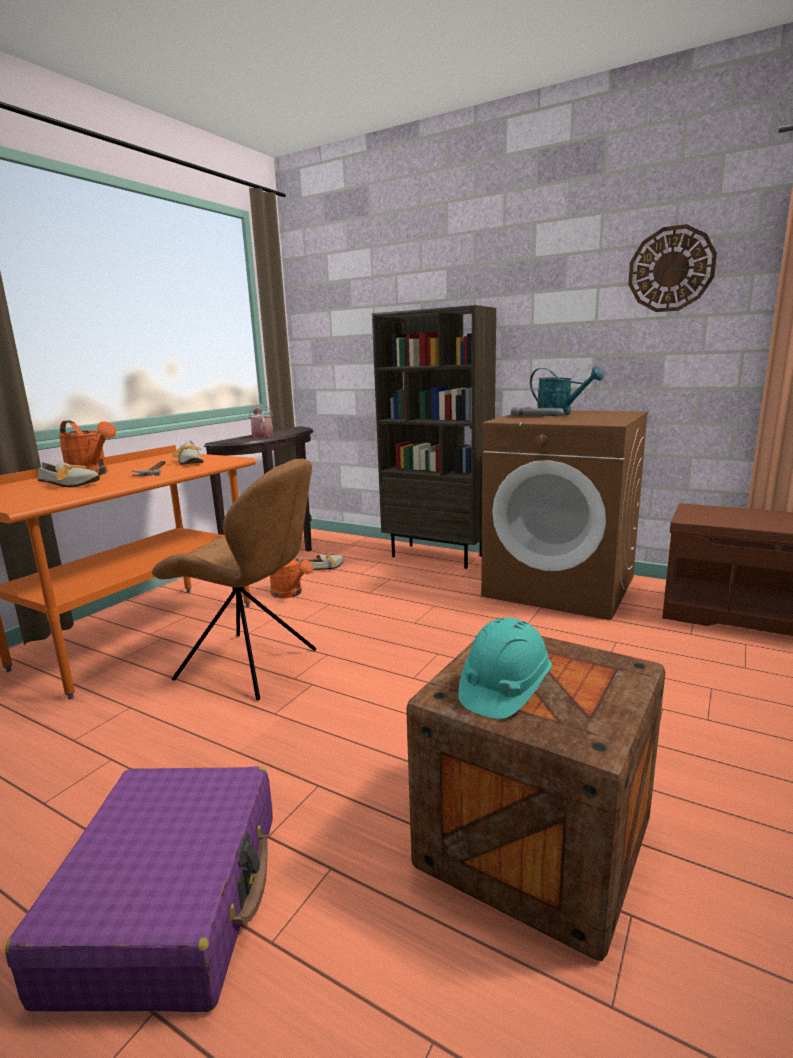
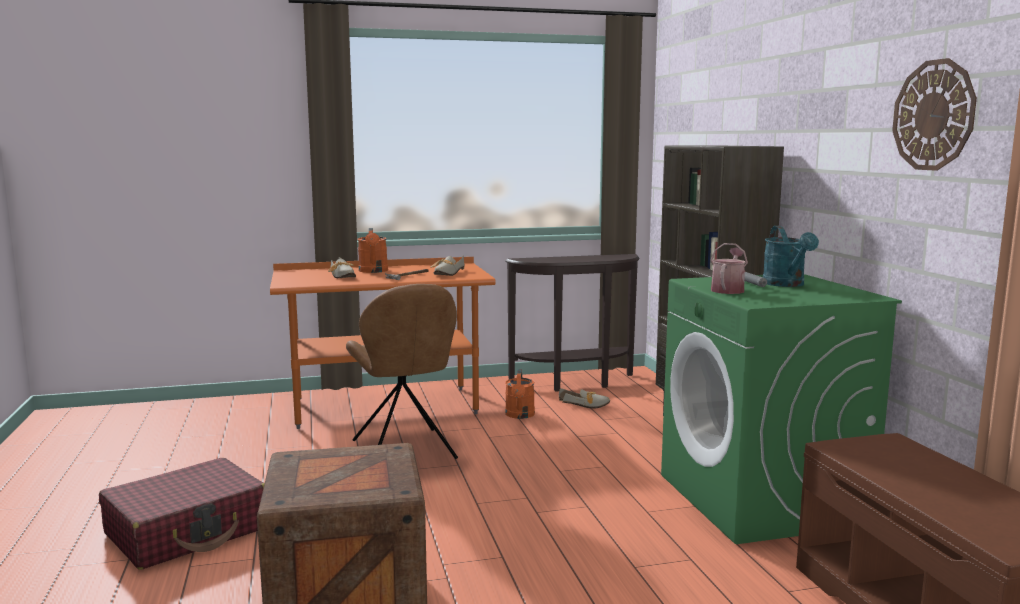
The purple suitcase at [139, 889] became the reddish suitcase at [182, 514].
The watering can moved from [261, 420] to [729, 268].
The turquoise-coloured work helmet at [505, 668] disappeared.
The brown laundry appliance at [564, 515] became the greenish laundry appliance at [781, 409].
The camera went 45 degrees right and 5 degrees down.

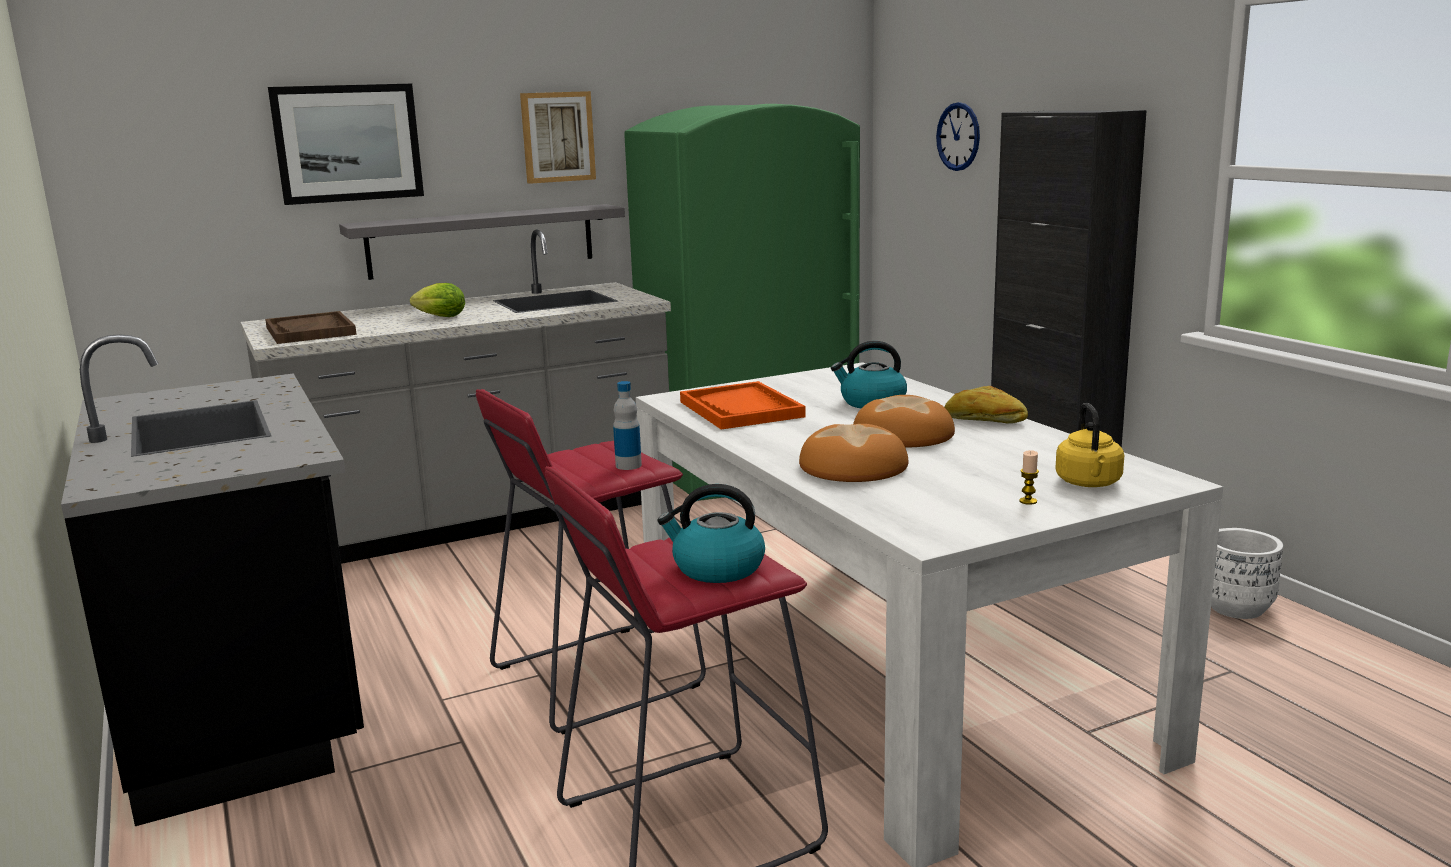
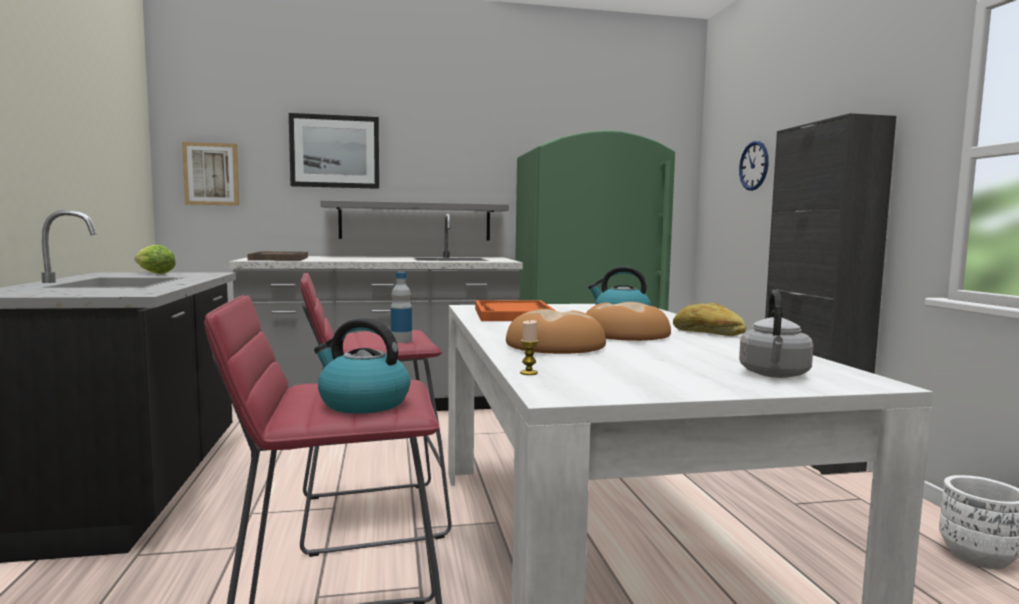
The lettuce moved from [437, 300] to [155, 259].
The picture moved from [558, 137] to [210, 174].
The candle moved from [1029, 477] to [529, 347].
The yellow-coloured tea kettle at [1089, 445] became the greyish tea kettle at [776, 334].
The camera went 15 degrees right and 10 degrees down.

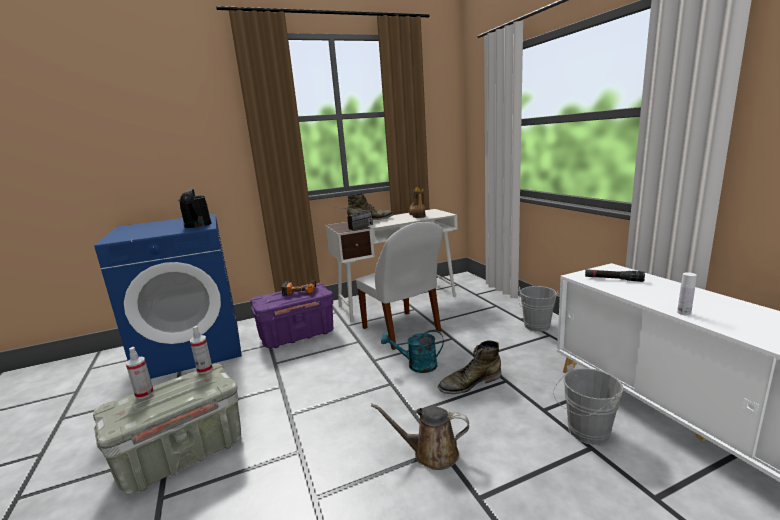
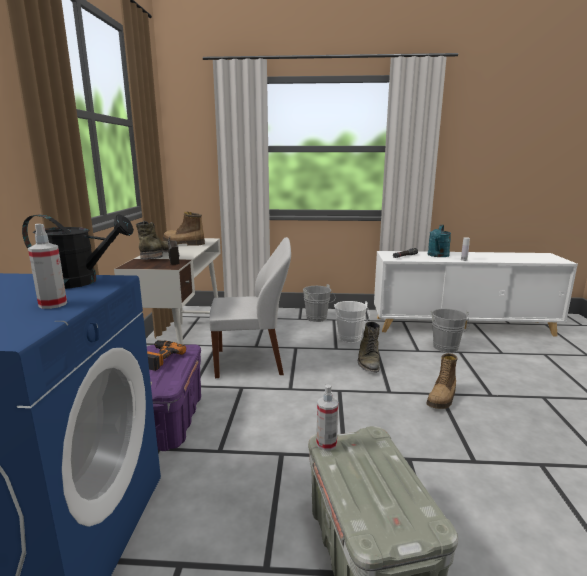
The spray bottle moved from [140, 373] to [47, 266].
The brown watering can at [420, 436] was replaced by the boot at [441, 381].
The turquoise-coloured watering can moved from [412, 351] to [439, 241].
The white-coloured pail at [352, 322] appeared.
The camera went 65 degrees left and 0 degrees up.

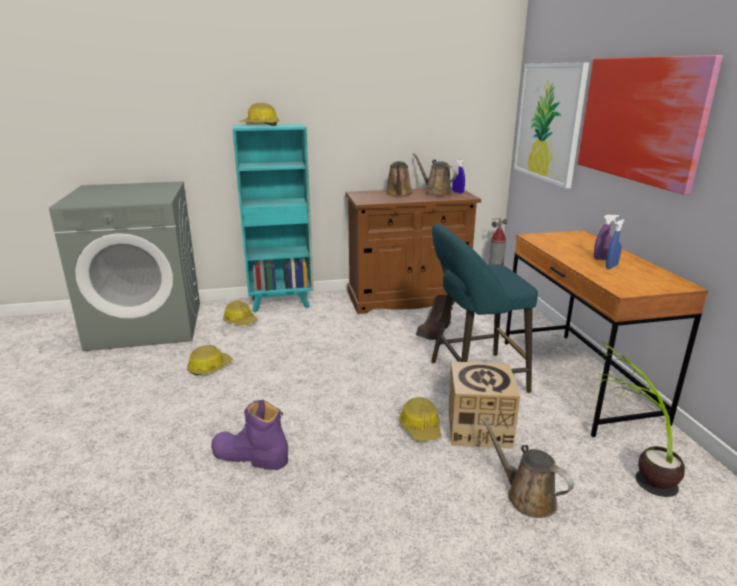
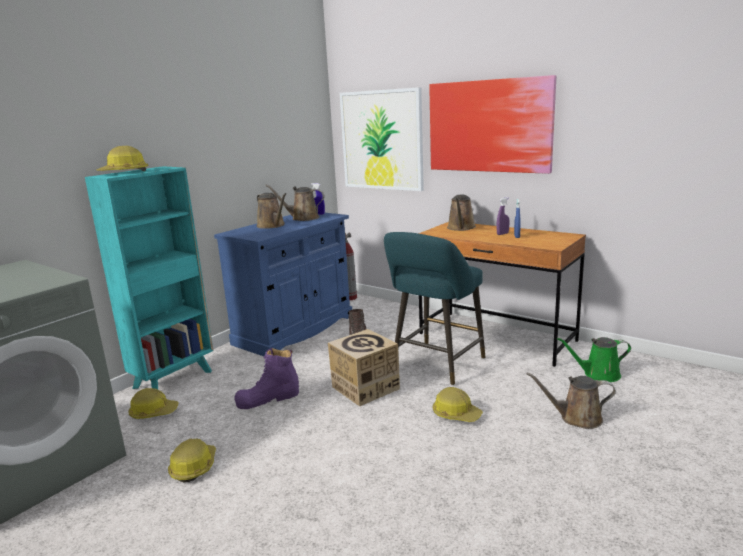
The purple boot moved from [249, 435] to [266, 378].
The brown storage cabinet at [413, 250] became the blue storage cabinet at [283, 284].
The packing box moved from [484, 405] to [364, 367].
The houseplant at [640, 419] was replaced by the greenish watering can at [594, 359].
The brown watering can at [461, 212] appeared.
The camera went 40 degrees left and 5 degrees down.

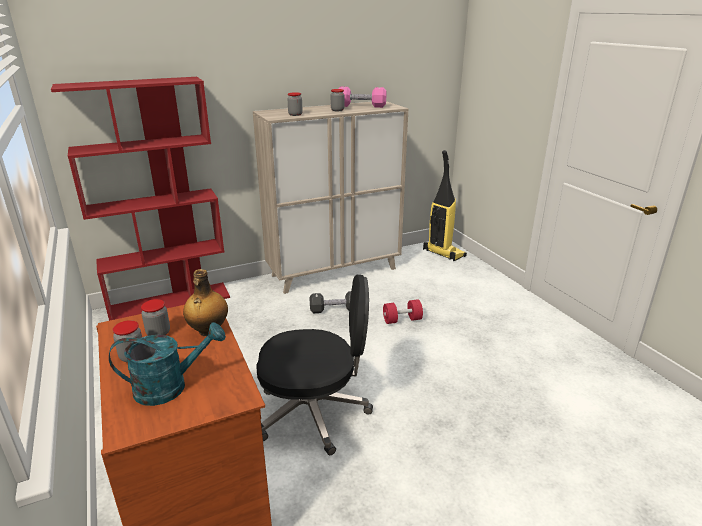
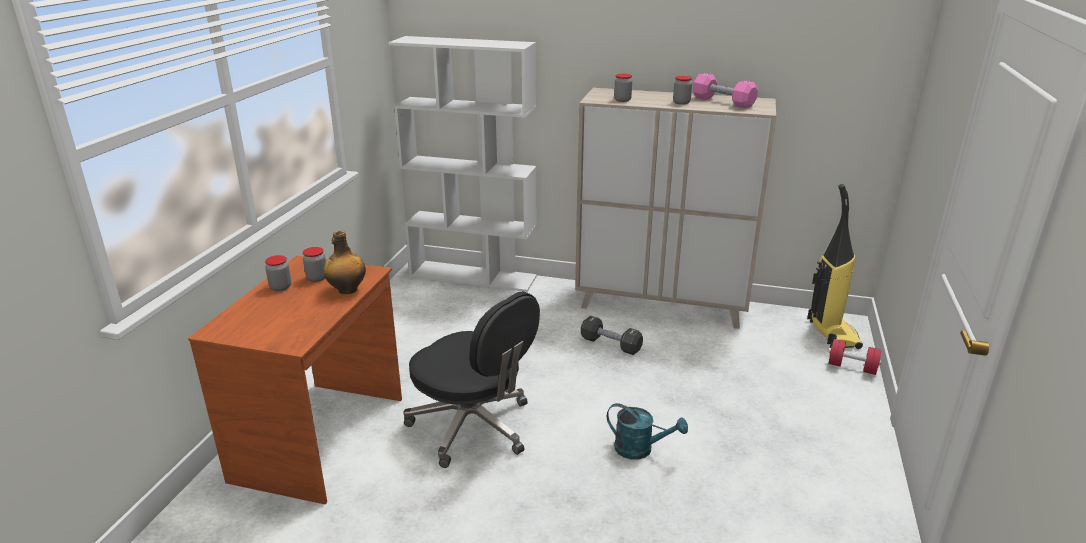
The reddish bookcase at [140, 199] became the white-coloured bookcase at [462, 164].
The turquoise-coloured watering can moved from [167, 364] to [647, 431].
The reddish dumbbell moved from [403, 311] to [854, 357].
The camera went 40 degrees right and 0 degrees up.

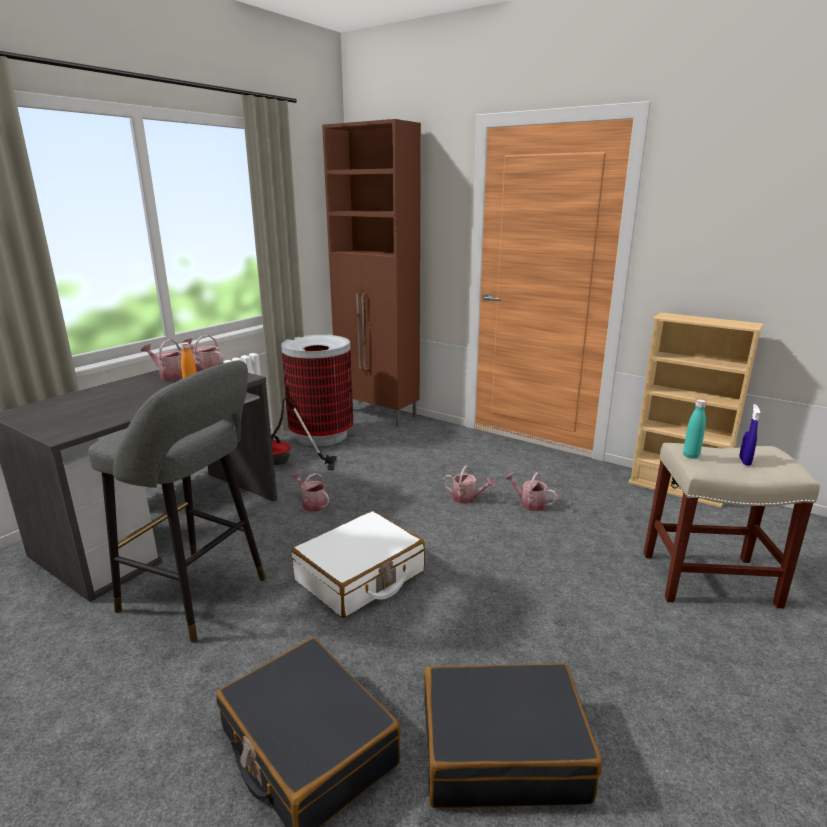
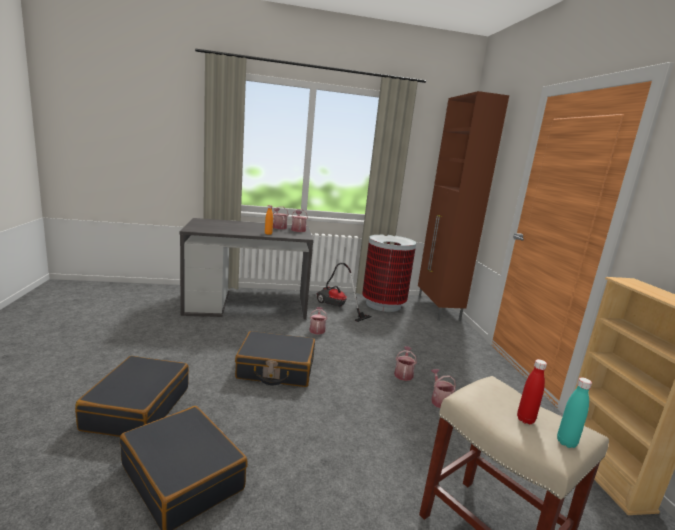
The greyish stool seat at [177, 501] disappeared.
The white-coloured suitcase at [358, 564] became the black-coloured suitcase at [275, 359].
The watering can at [469, 485] turned 150 degrees counterclockwise.
The turquoise-coloured beverage bottle moved from [694, 429] to [574, 412].
The blue spray bottle at [749, 435] was replaced by the reddish beverage bottle at [532, 391].
The camera went 45 degrees right and 5 degrees down.

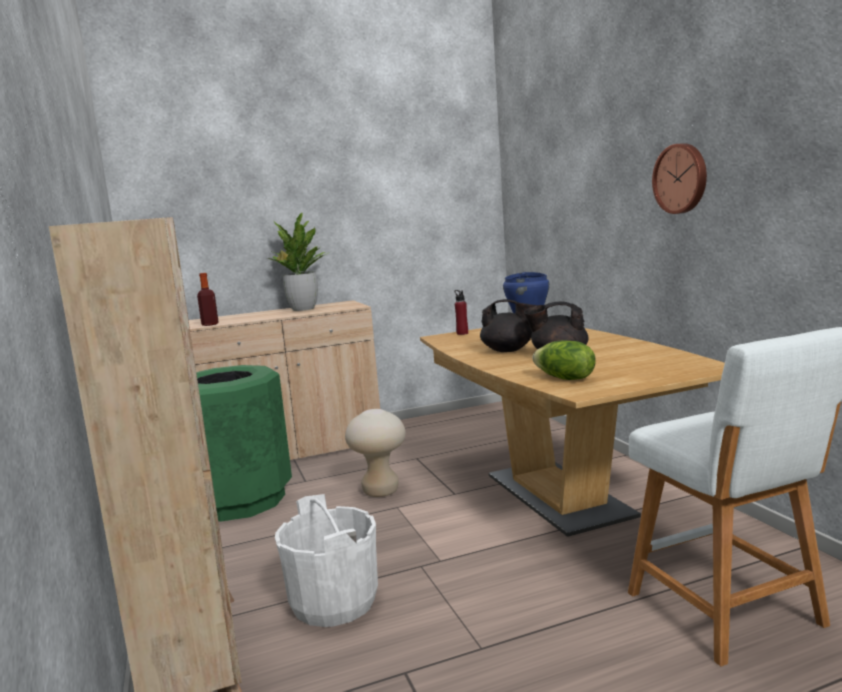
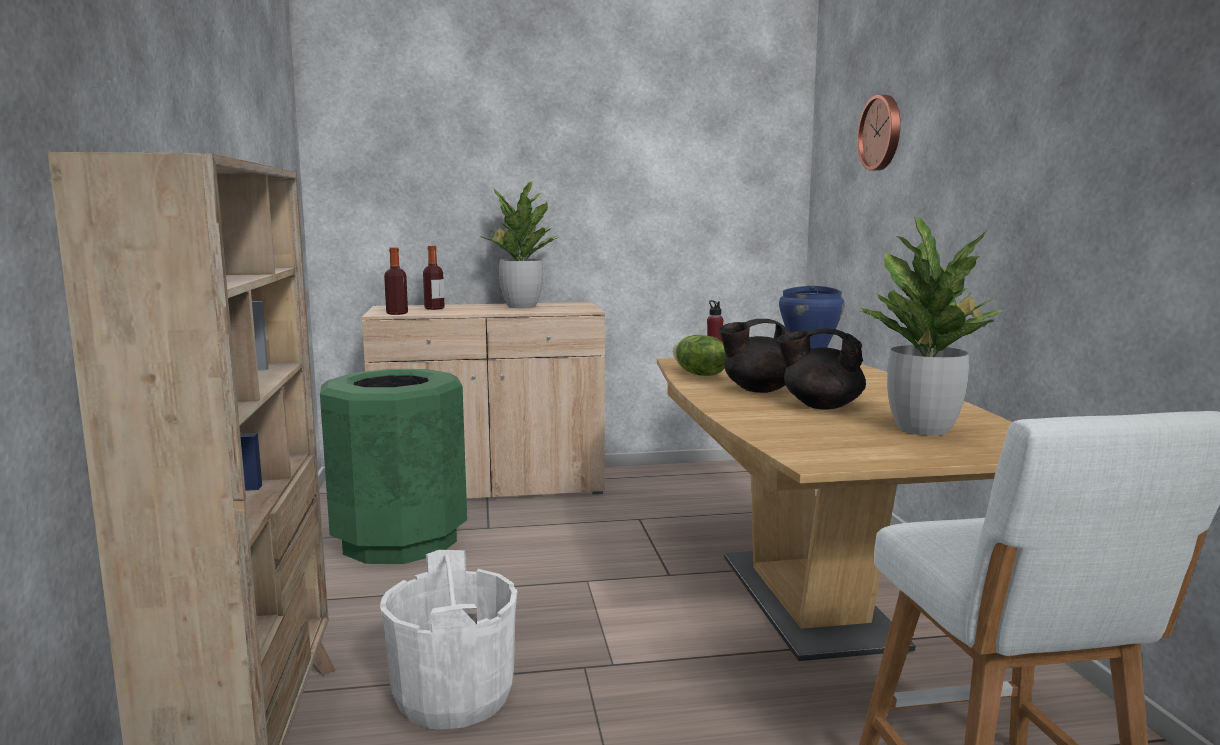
The beige-coloured stool seat at [375, 453] disappeared.
The black-coloured teapot at [508, 325] turned 150 degrees clockwise.
The lettuce moved from [564, 360] to [699, 355].
The hanging clock moved from [679, 178] to [878, 133].
The beverage bottle at [434, 278] appeared.
The houseplant at [931, 326] appeared.
The camera went 10 degrees right and 0 degrees up.

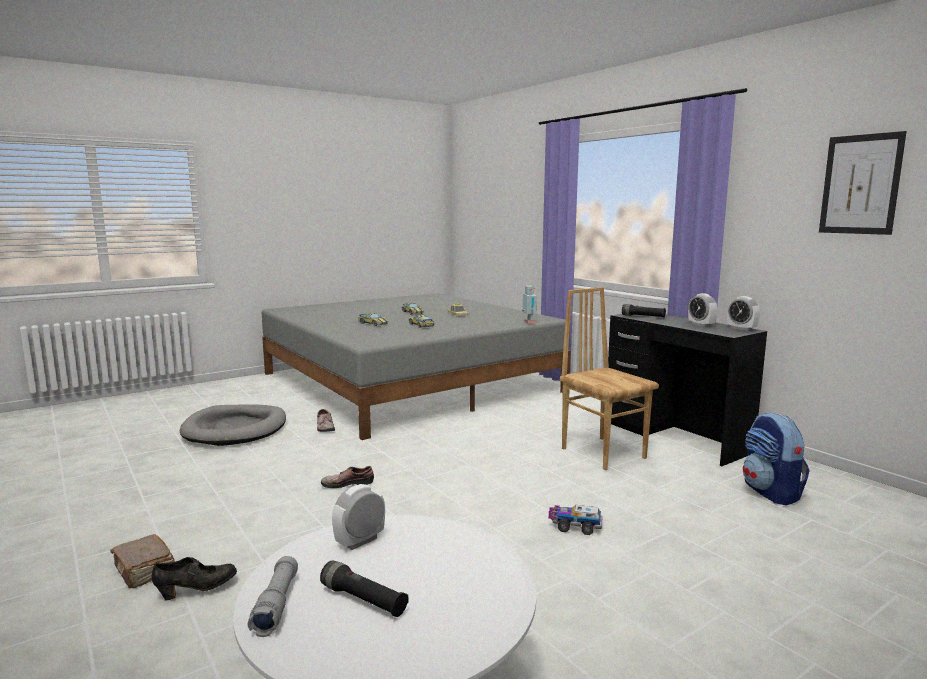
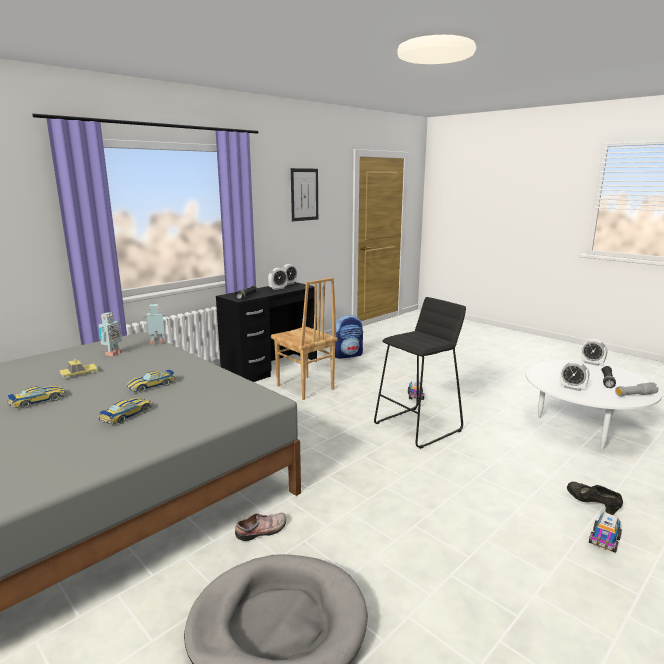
The brown book at [142, 561] was replaced by the toy lorry at [605, 532].
The item of footwear at [347, 477] disappeared.
The brown plain chair at [609, 378] turned 90 degrees counterclockwise.
The toy robot at [110, 334] appeared.
The black-coloured stool seat at [420, 373] appeared.
The alarm clock at [594, 352] appeared.
The camera went 100 degrees left and 5 degrees up.

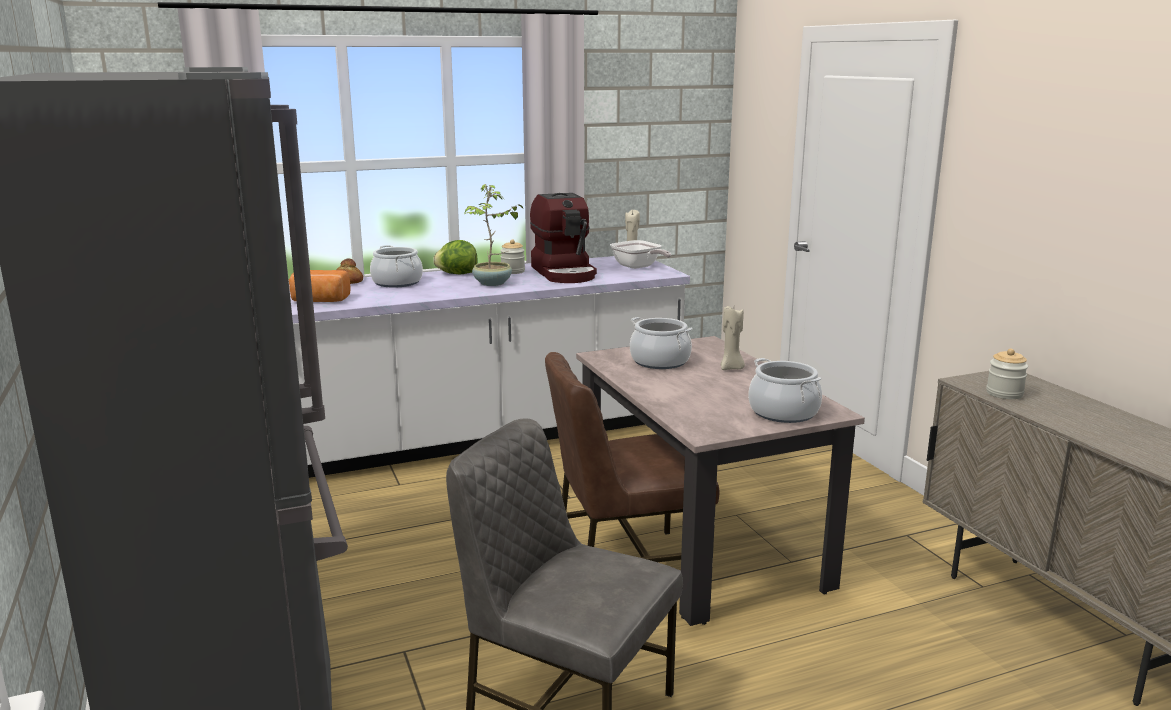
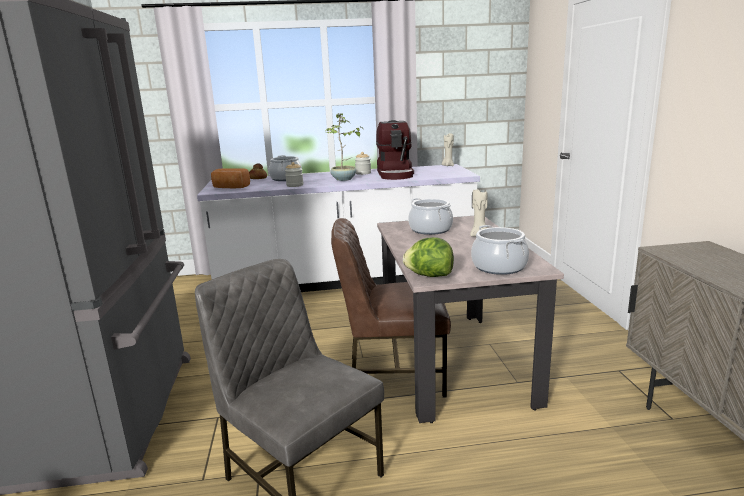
The lettuce moved from [455, 257] to [428, 257].
The frying pan at [640, 254] disappeared.
The preserve jar moved from [1007, 374] to [294, 174].
The camera went 15 degrees right and 0 degrees up.

